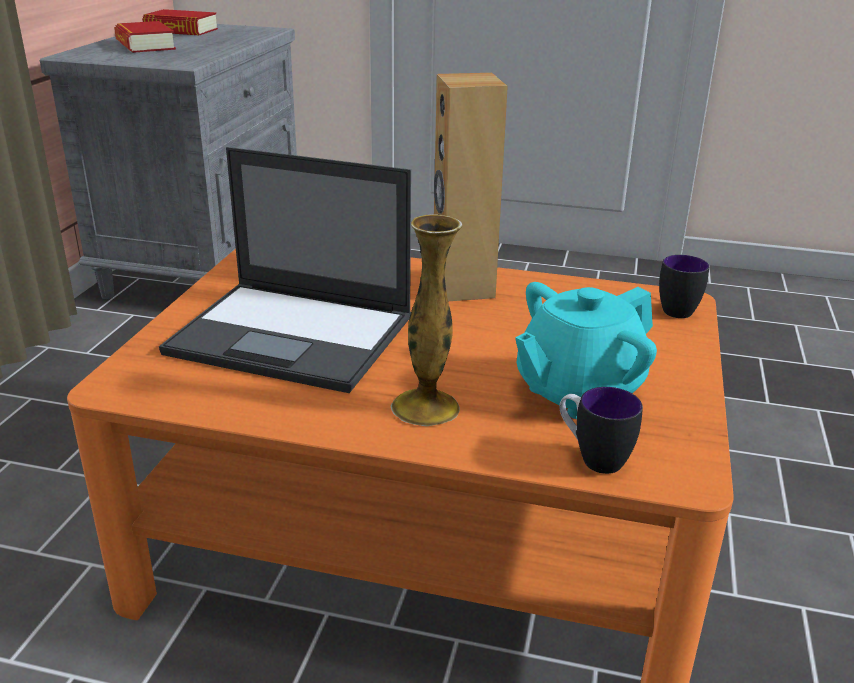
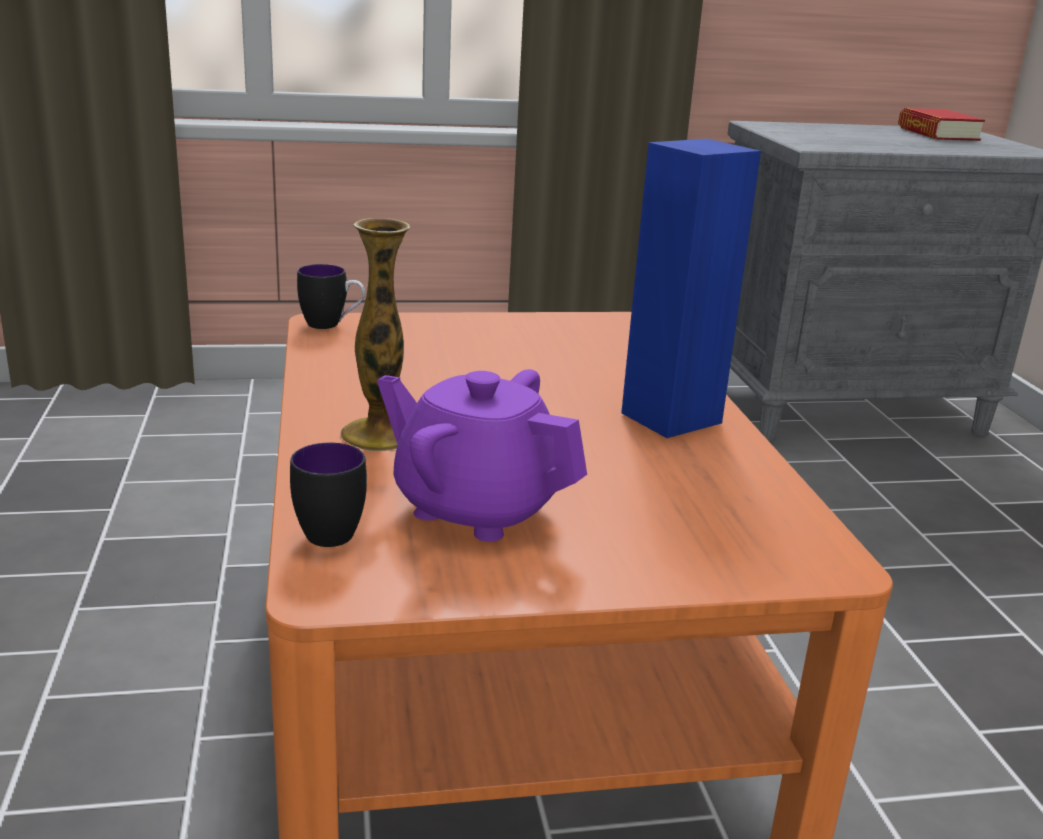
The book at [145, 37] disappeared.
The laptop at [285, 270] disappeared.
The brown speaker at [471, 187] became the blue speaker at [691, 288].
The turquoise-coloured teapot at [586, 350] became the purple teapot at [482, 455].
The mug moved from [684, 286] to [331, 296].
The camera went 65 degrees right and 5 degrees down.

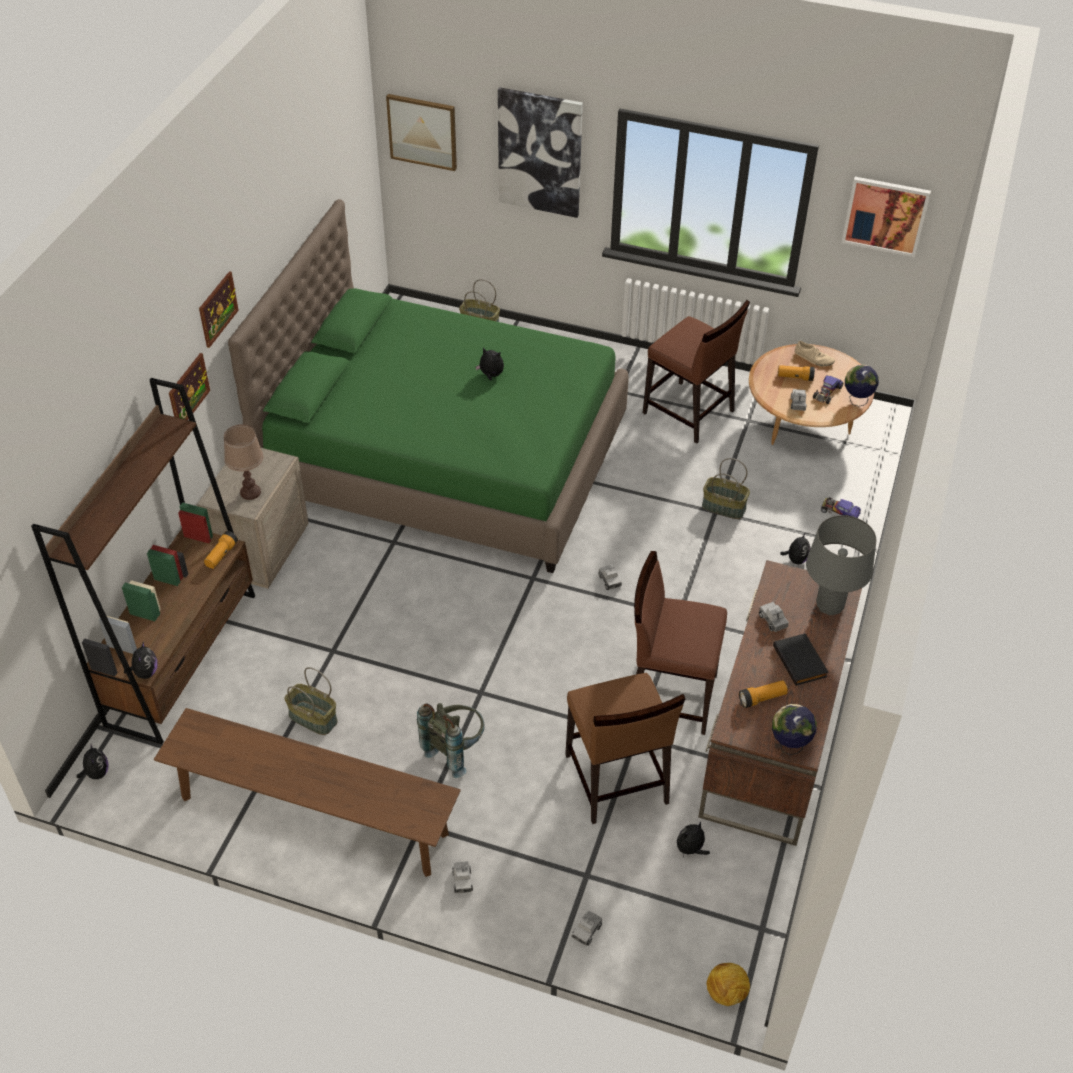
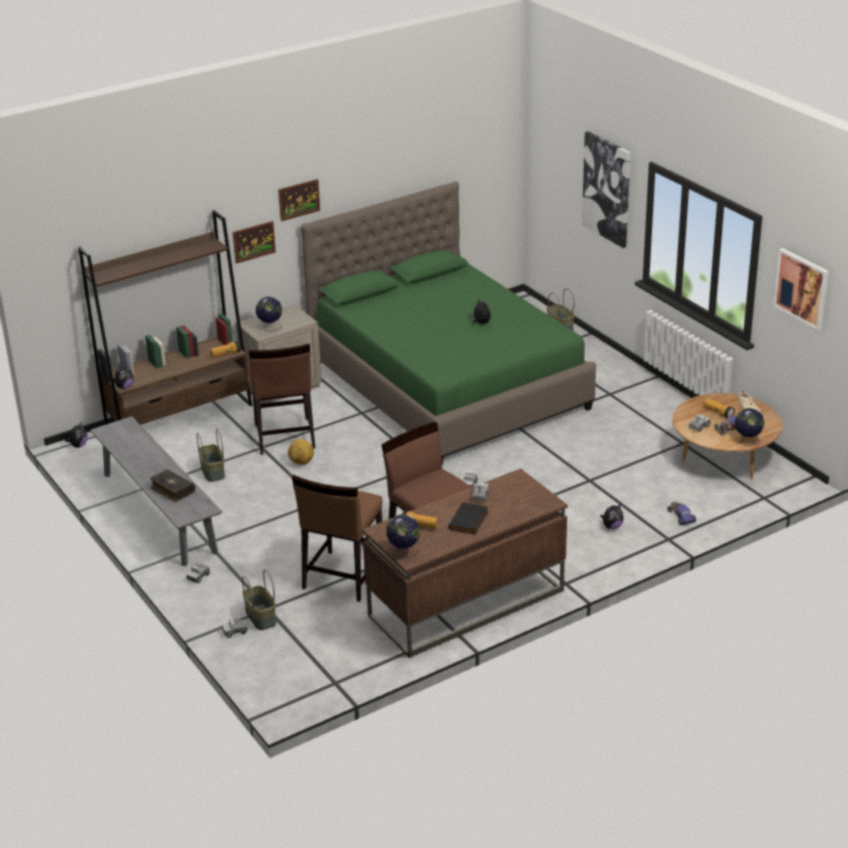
The brown indoor bench at [307, 792] became the greyish indoor bench at [156, 491].
The brown lamp for a table at [243, 462] was replaced by the world globe at [269, 314].
The picture at [421, 132] disappeared.
The greyish backpack at [451, 740] disappeared.
The brown plain chair moved from [696, 371] to [281, 399].
The soft toy at [693, 839] disappeared.
The basket moved from [726, 488] to [259, 599].
The ball for football moved from [728, 984] to [301, 452].
The greyish lamp for a table at [841, 565] disappeared.
The book at [172, 486] appeared.
The camera went 40 degrees right and 15 degrees down.

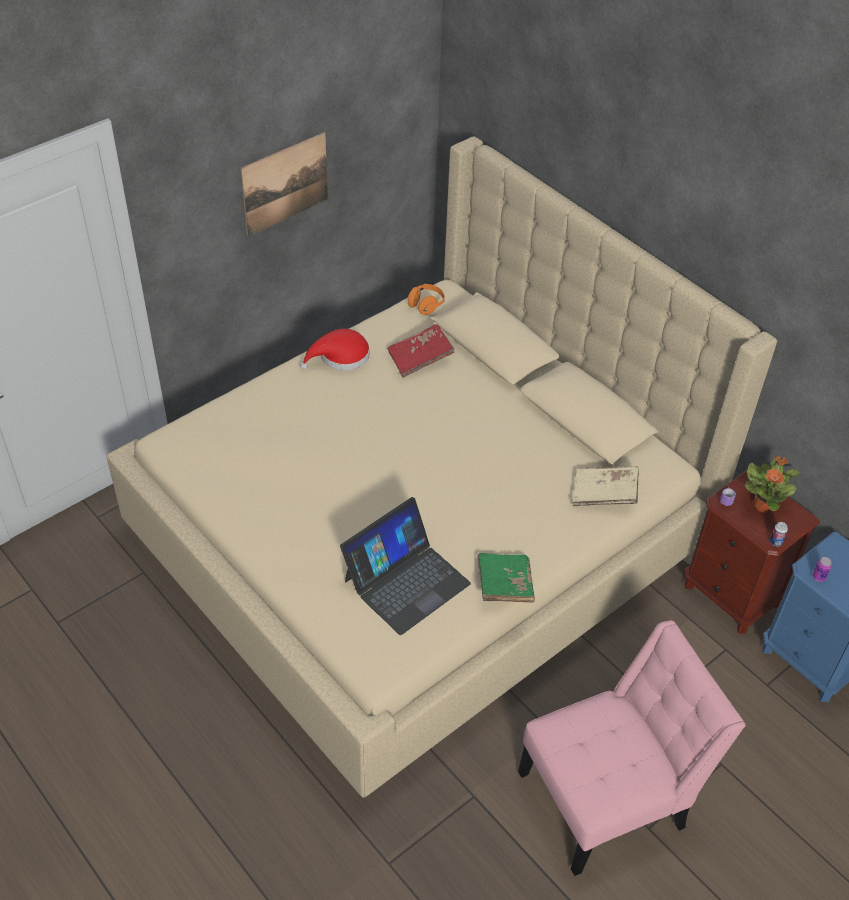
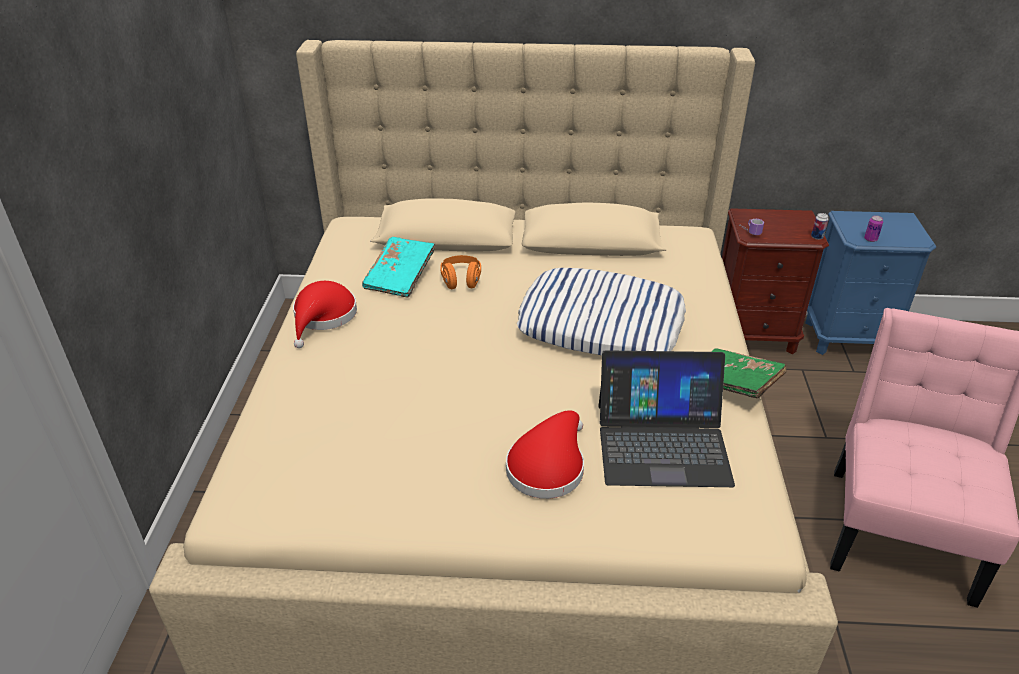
The picture at [284, 184] disappeared.
The laptop at [405, 566] turned 90 degrees clockwise.
The reddish book at [421, 351] became the turquoise-coloured book at [398, 267].
The orangey headset moved from [426, 299] to [460, 272].
The beige-coloured book at [605, 486] disappeared.
The houseplant at [772, 484] disappeared.
The reddish wearable hat at [545, 454] appeared.
The pillow at [601, 311] appeared.
The camera went 45 degrees left and 10 degrees down.

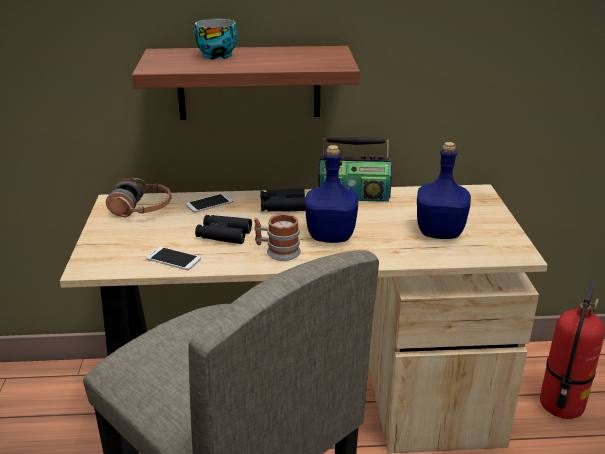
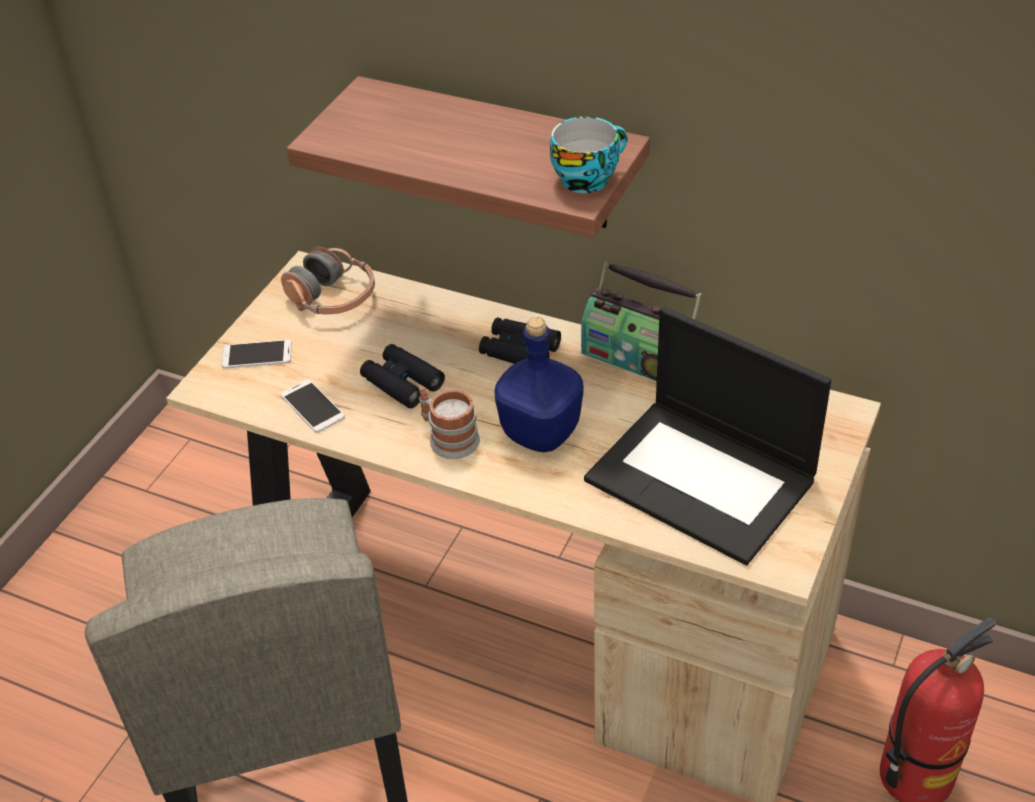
The handset moved from [209, 203] to [256, 354].
The cup moved from [216, 39] to [588, 154].
The blue beverage bottle at [444, 190] was replaced by the laptop at [707, 436].
The camera went 30 degrees right and 15 degrees up.

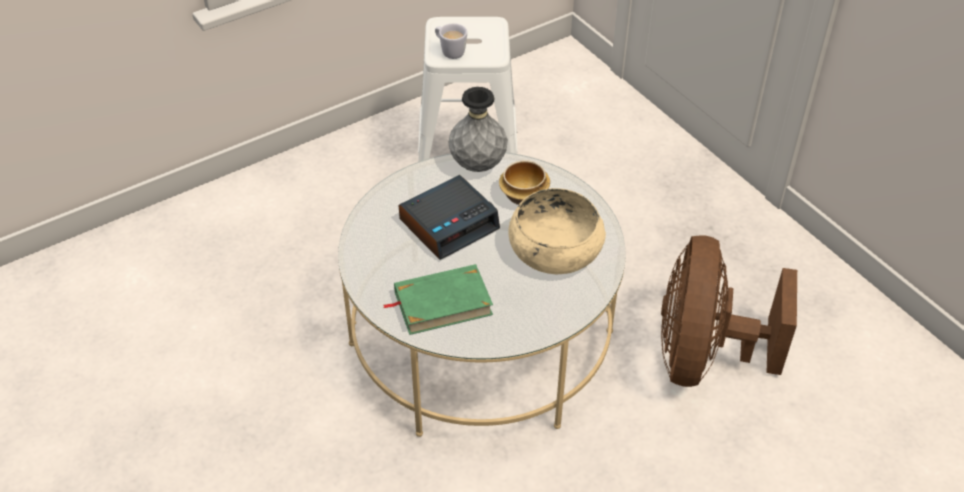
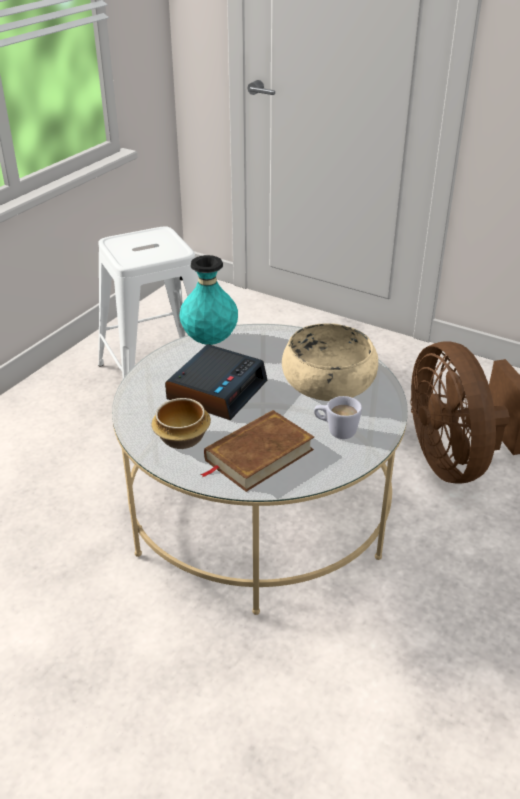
The greenish book at [438, 299] became the brown book at [257, 451].
The white-coloured mug moved from [451, 41] to [338, 417].
The greyish flower vase at [478, 129] became the turquoise-coloured flower vase at [209, 300].
The serving bowl moved from [524, 182] to [181, 423].
The camera went 25 degrees left and 10 degrees down.

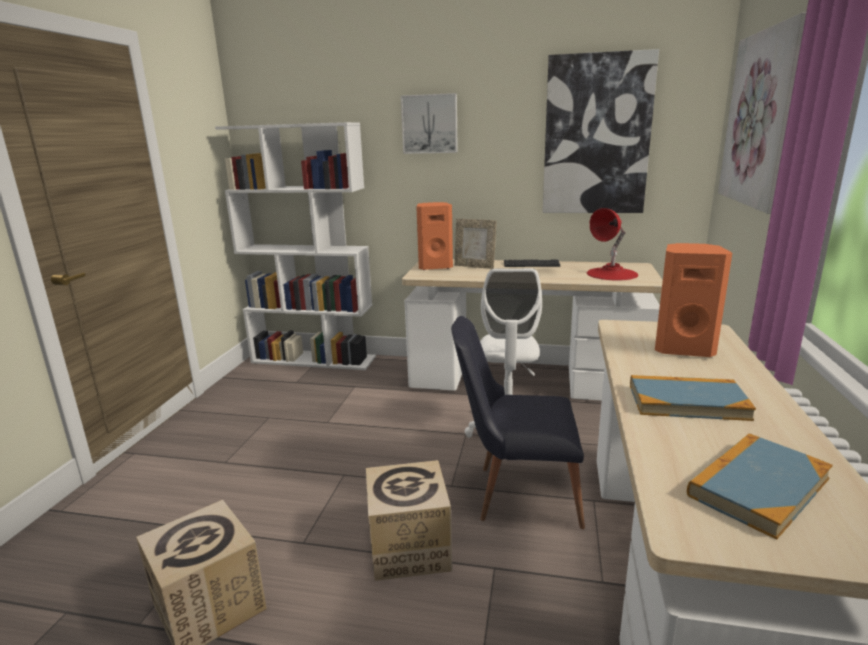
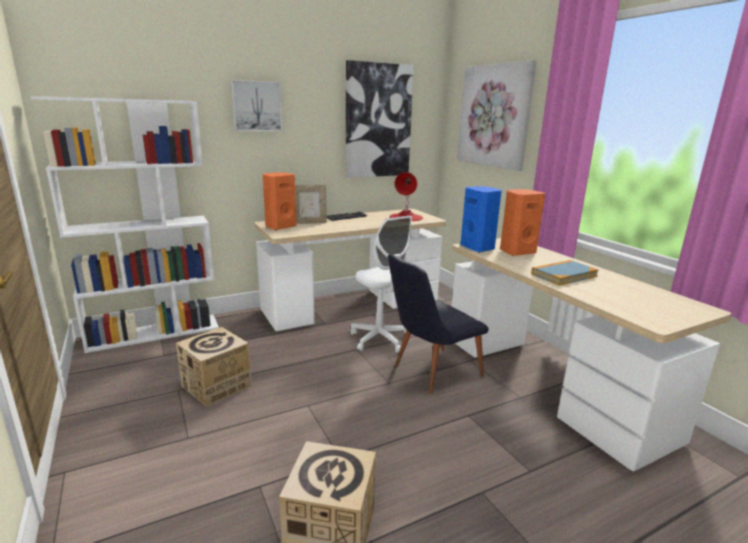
The packing box moved from [409, 520] to [214, 367].
The book at [760, 486] disappeared.
The blue speaker at [480, 219] appeared.
The camera went 40 degrees left and 0 degrees up.

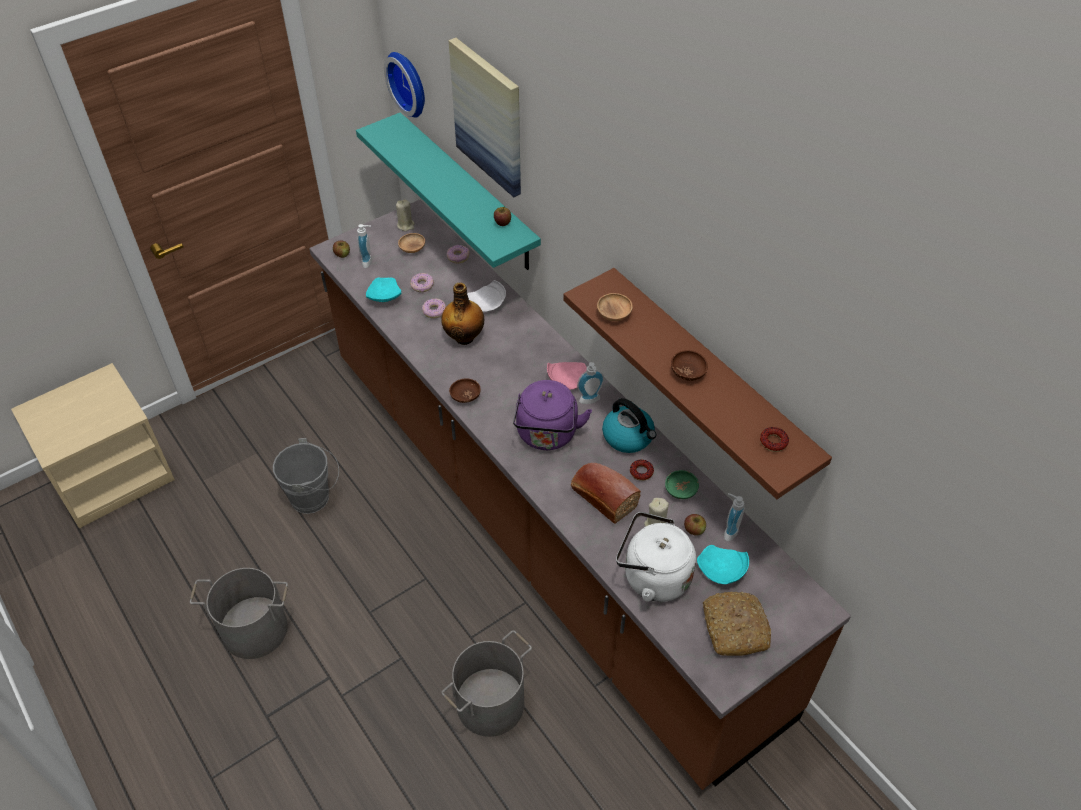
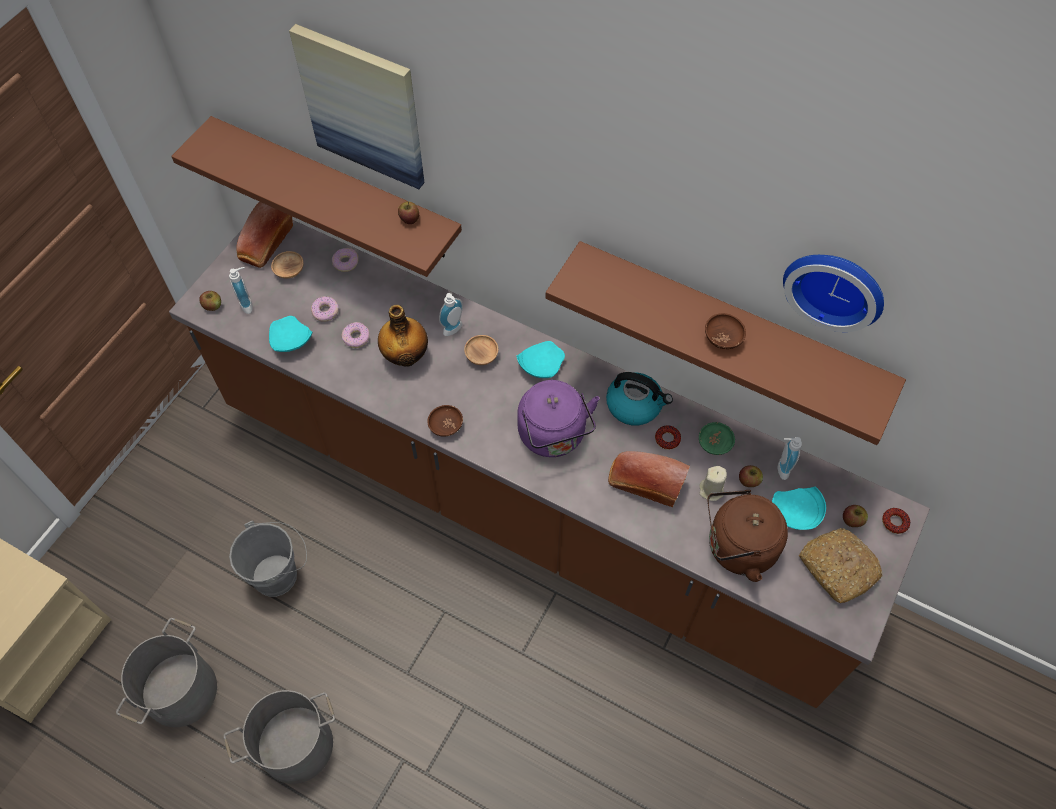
The turquoise-coloured bracket shelf at [448, 191] became the brown bracket shelf at [316, 196].
The hanging clock moved from [404, 85] to [833, 293].
The beige-coloured candle at [405, 215] was replaced by the bread at [265, 235].
The greyish pail moved from [486, 683] to [166, 672].
The white-coloured plate at [486, 296] disappeared.
The pink plate at [567, 376] became the turquoise-coloured plate at [540, 359].
The liquid soap bottle moved from [590, 383] to [451, 314].
The brown serving bowl moved from [615, 307] to [481, 350].
The white-coloured tea kettle at [656, 557] became the brown tea kettle at [747, 536].
The doughnut moved from [774, 439] to [896, 521].
The apple fruit at [855, 516] appeared.
The camera went 25 degrees left and 10 degrees up.

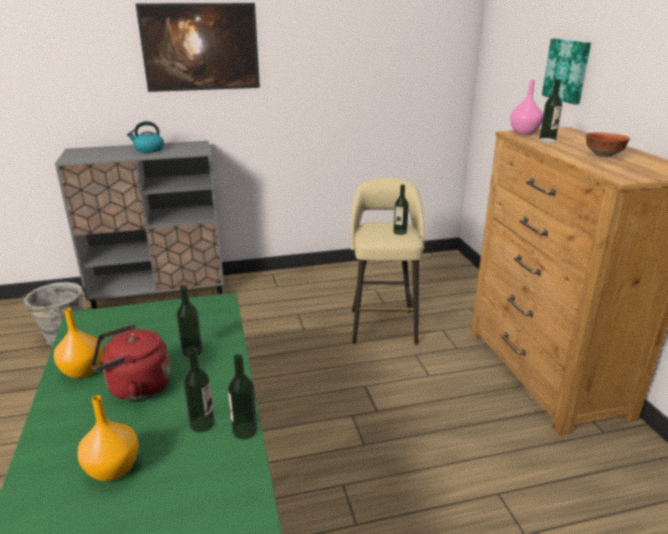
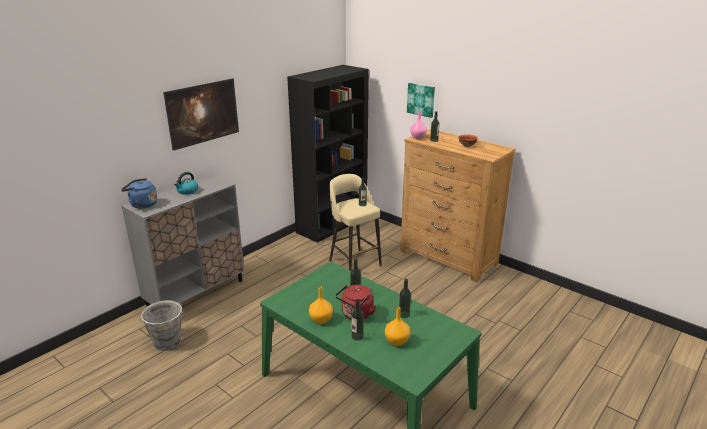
The beverage bottle moved from [243, 397] to [357, 320].
The blue tea kettle at [139, 193] appeared.
The black-coloured bookcase at [328, 154] appeared.
The camera went 35 degrees left and 0 degrees up.

